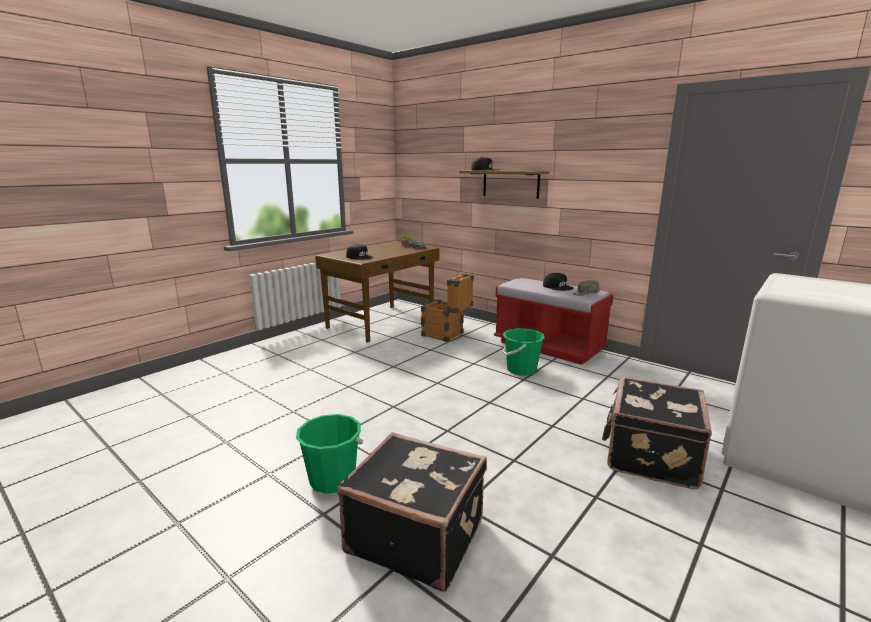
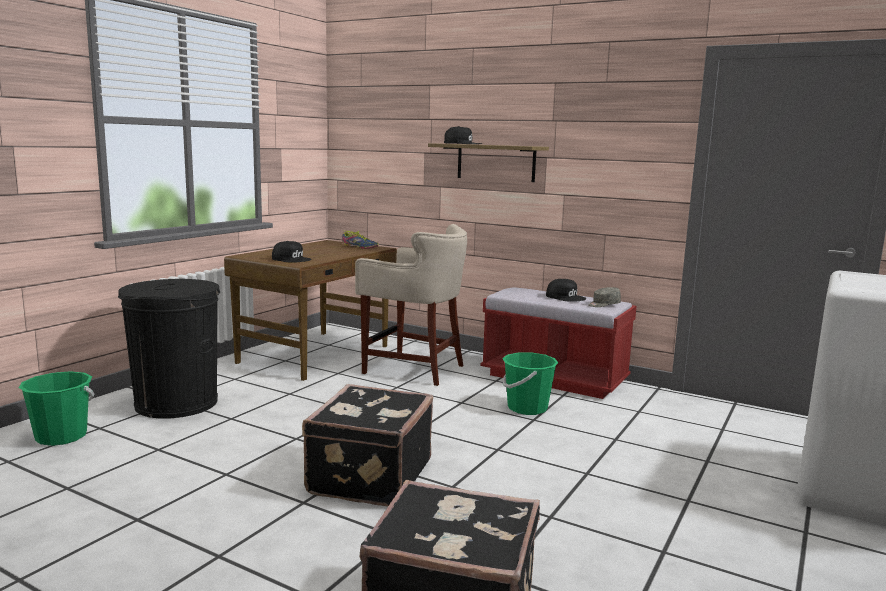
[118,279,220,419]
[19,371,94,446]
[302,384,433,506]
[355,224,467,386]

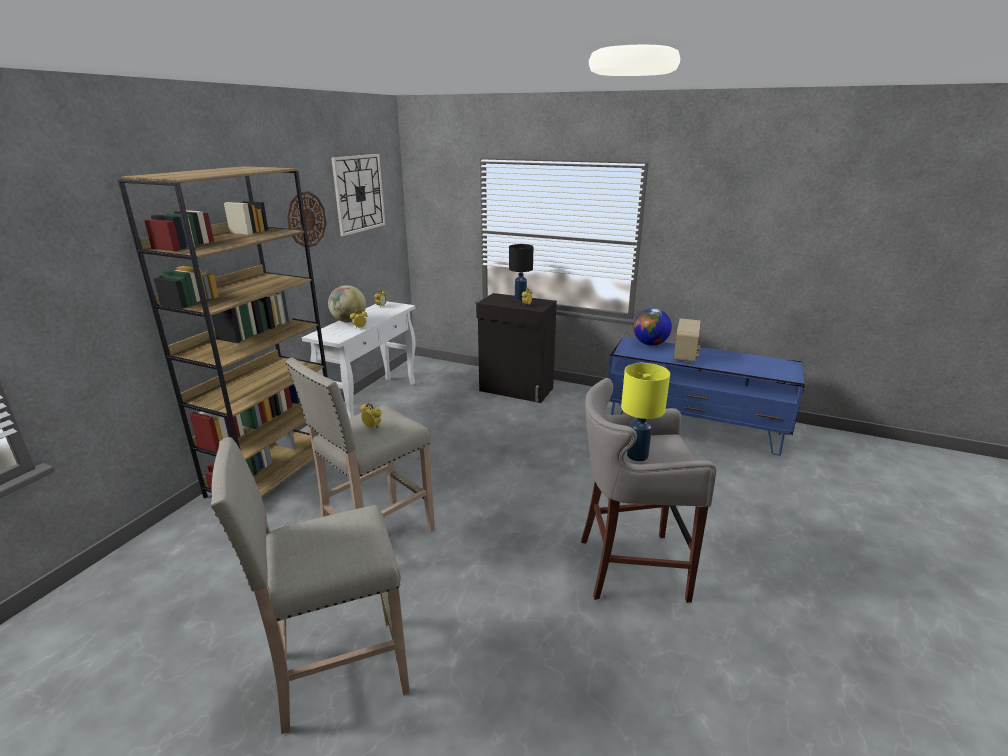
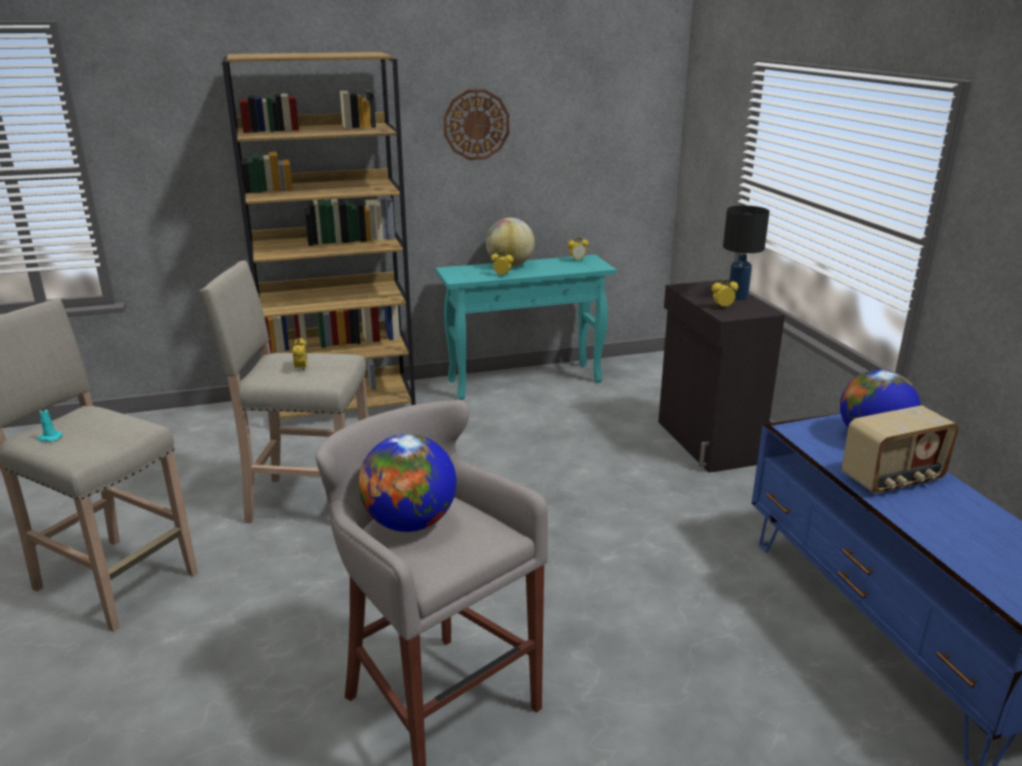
[331,154,385,236] (first image)
[37,403,63,442]
[358,434,456,532]
[436,254,616,400]

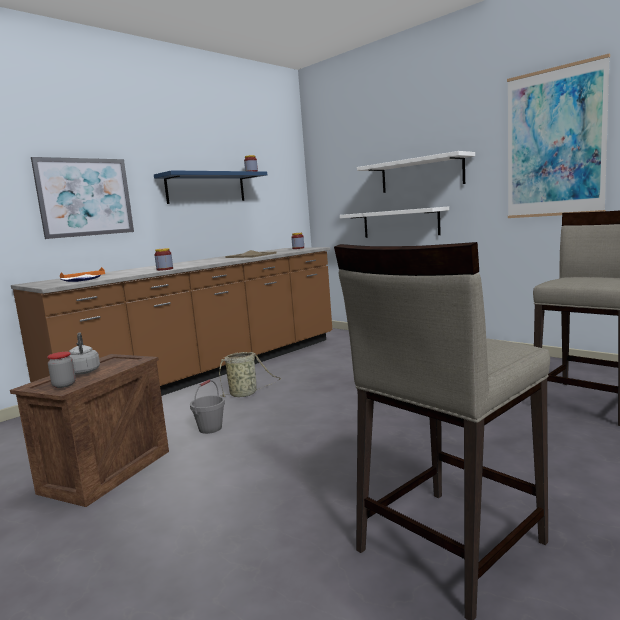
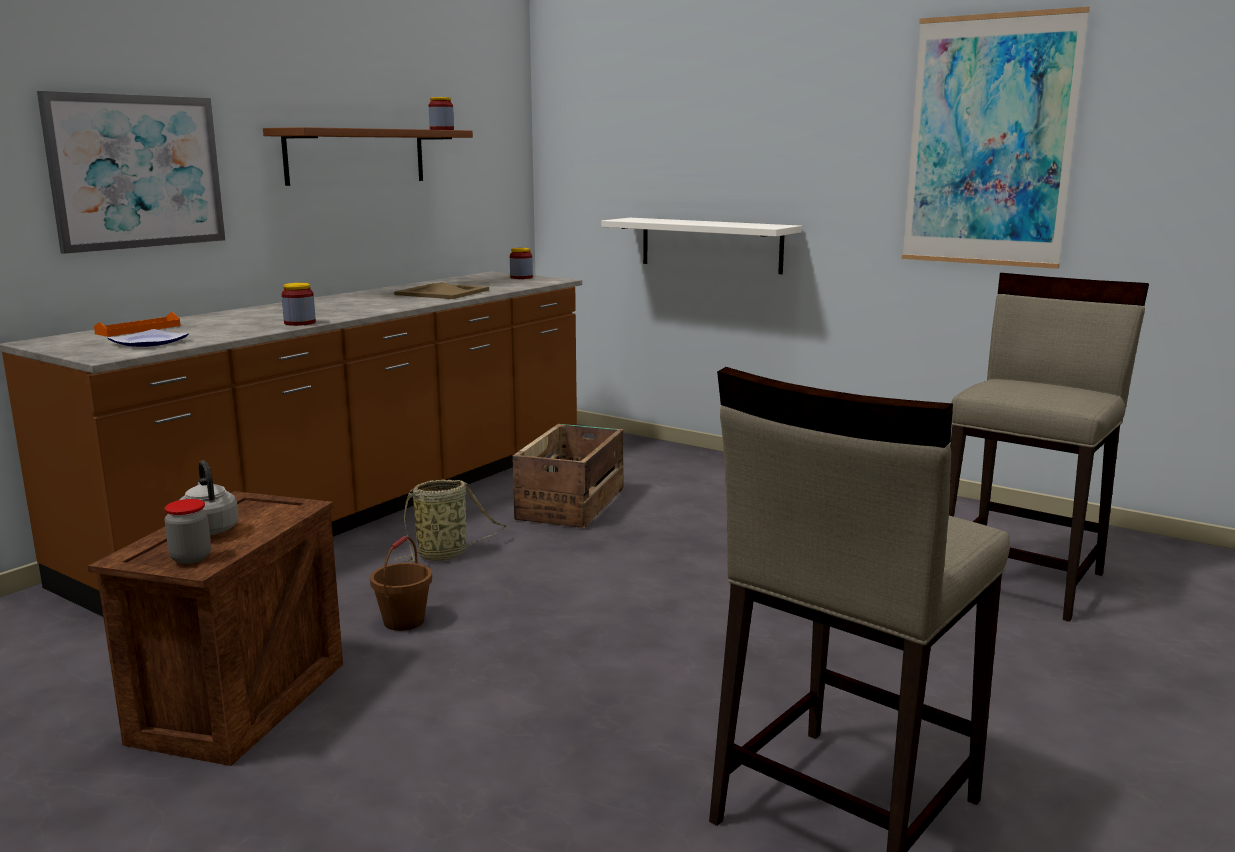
[357,151,475,193] (first image)
[512,424,623,528]
[263,127,473,186]
[370,536,432,631]

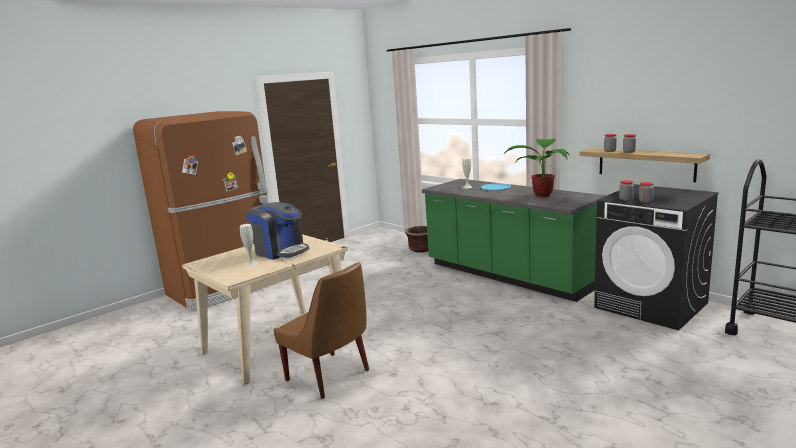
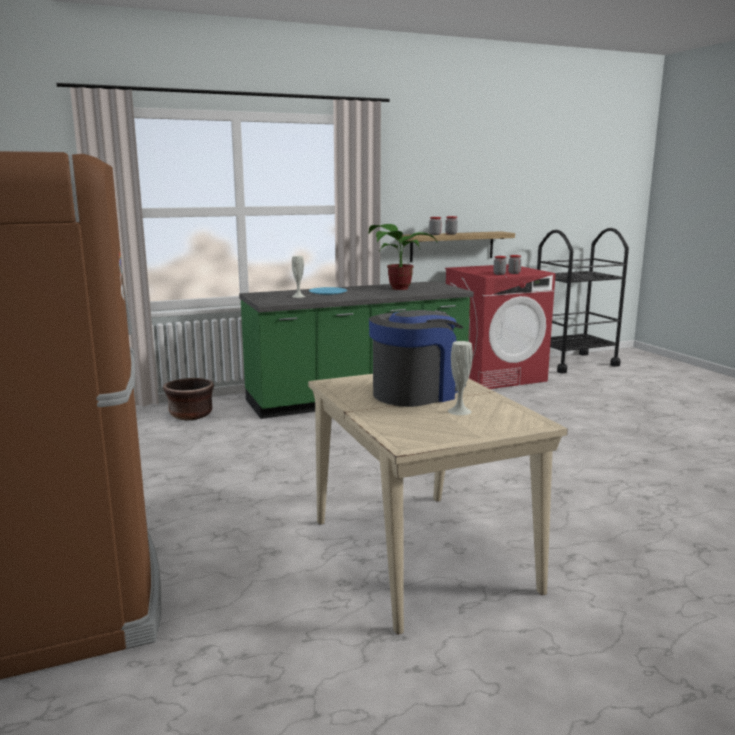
[273,262,369,399] (first image)
[445,264,556,389]

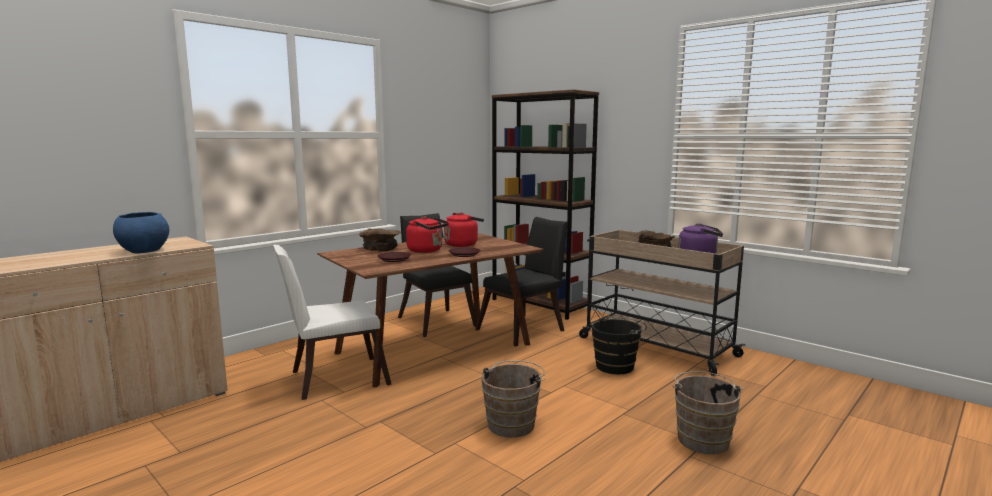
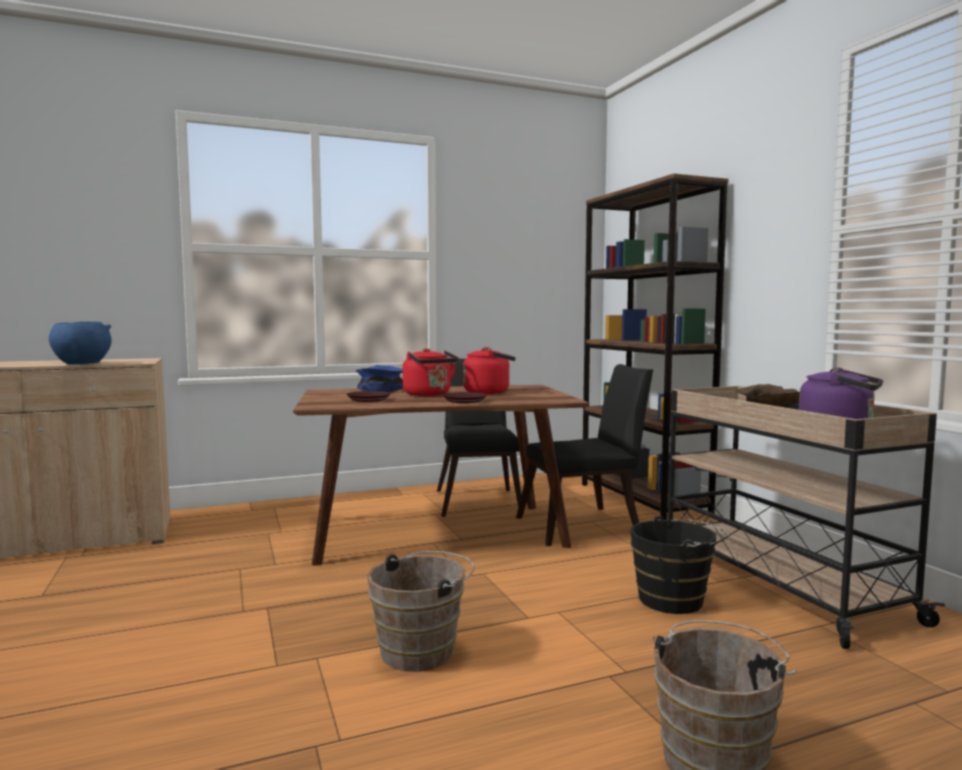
[273,245,391,400] (first image)
[355,365,403,392]

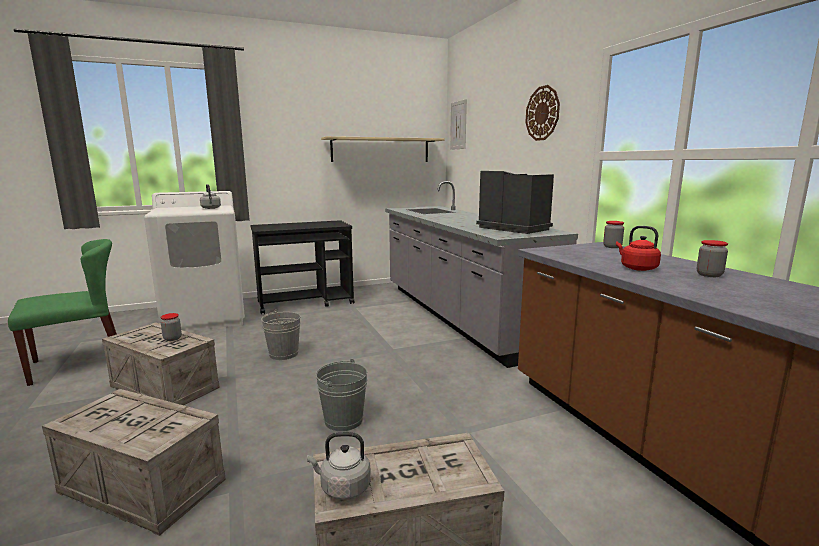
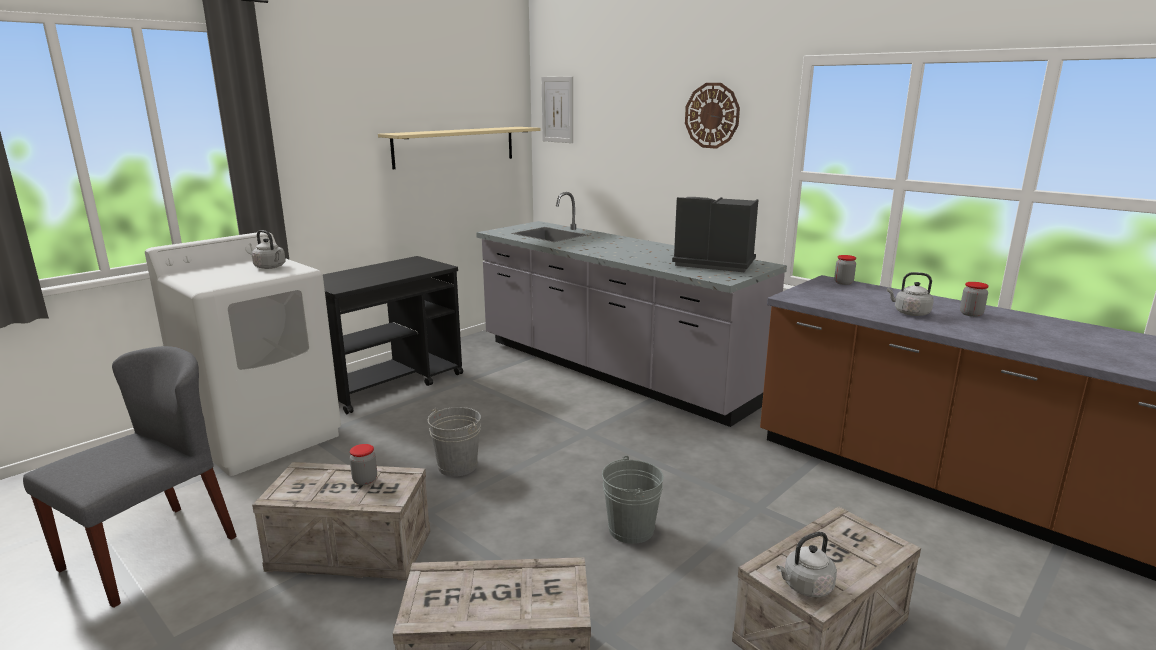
[23,346,237,608]
[887,272,934,316]

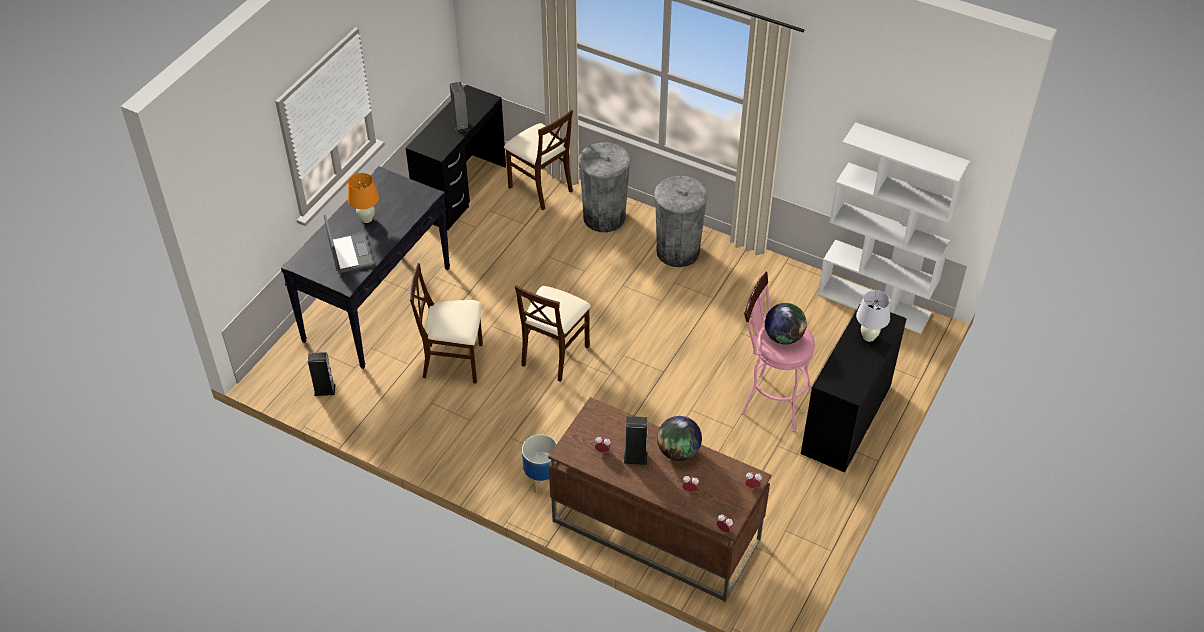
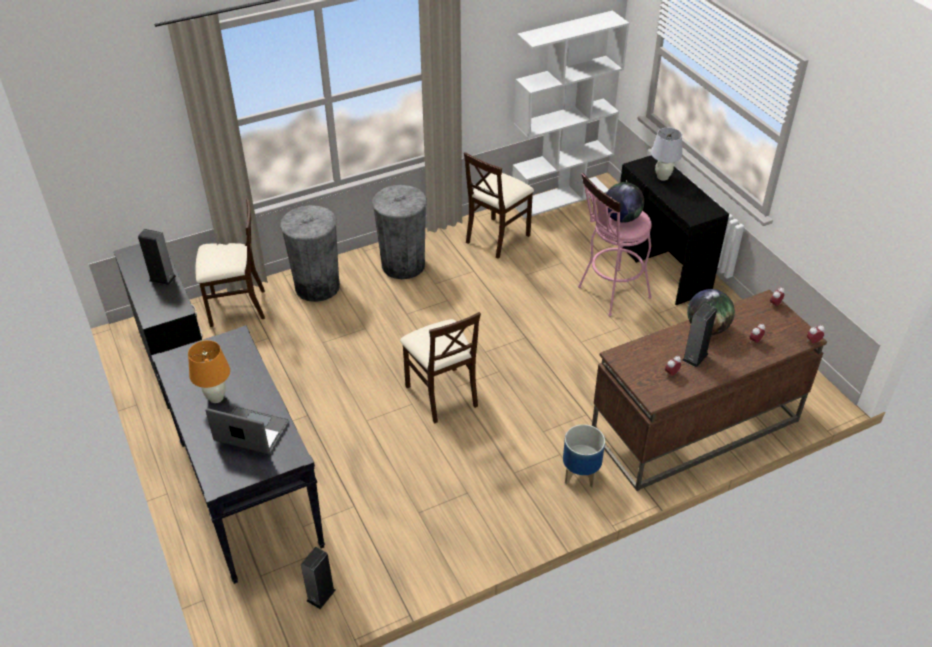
[464,152,534,259]

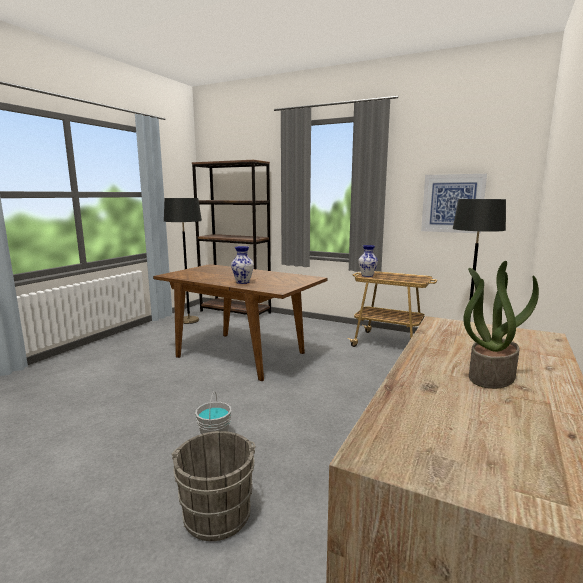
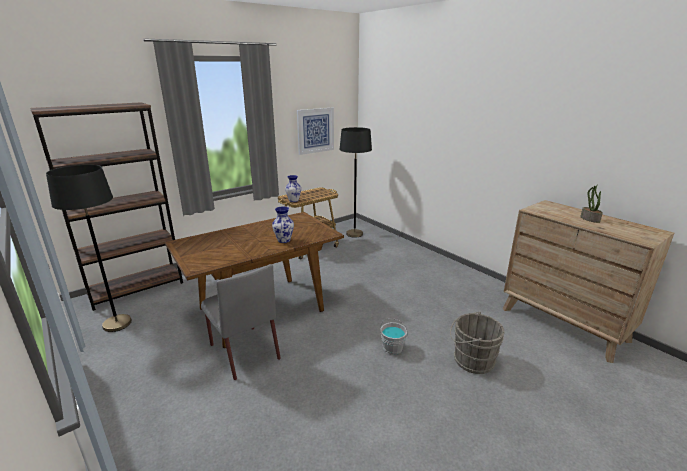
[201,264,281,380]

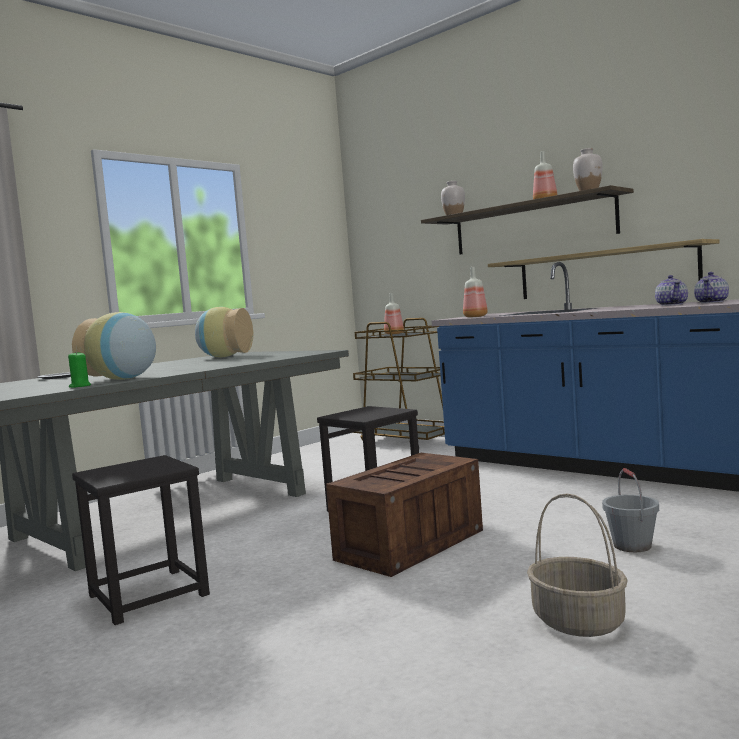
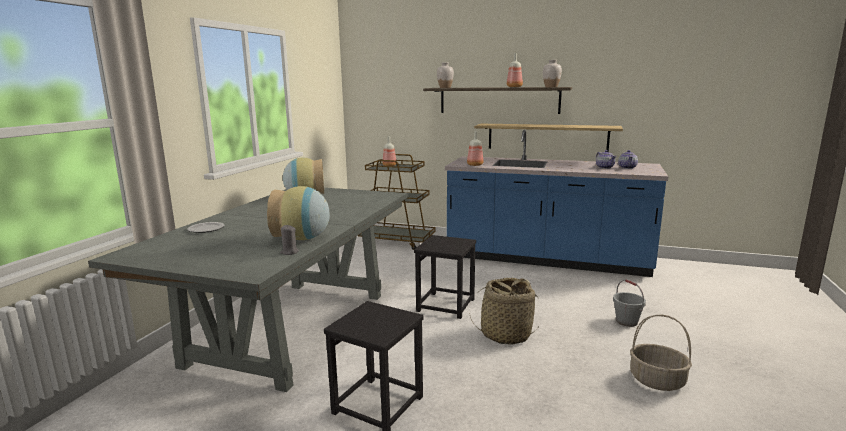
[469,278,540,345]
[280,225,299,255]

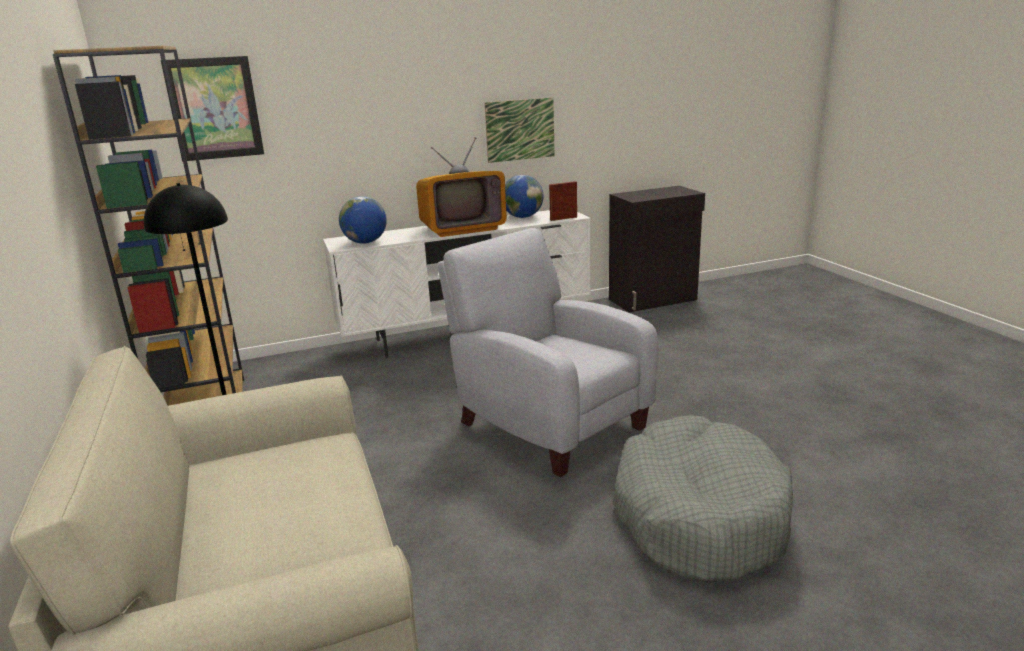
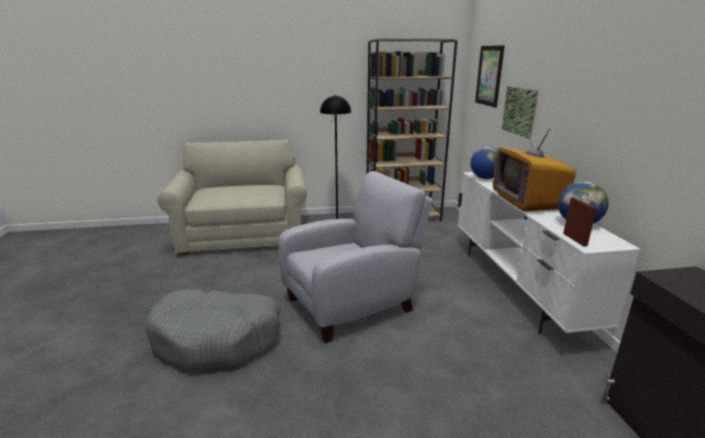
[502,86,538,139]

